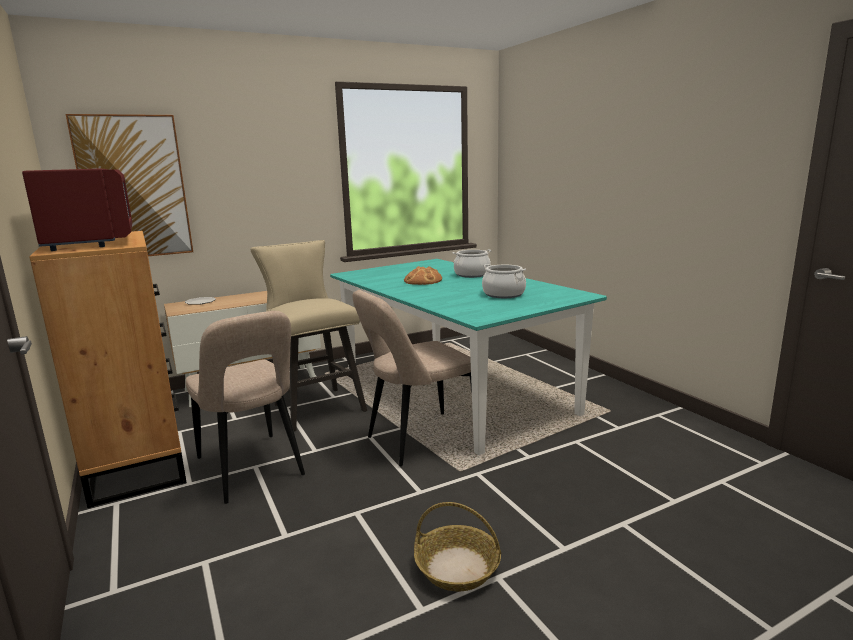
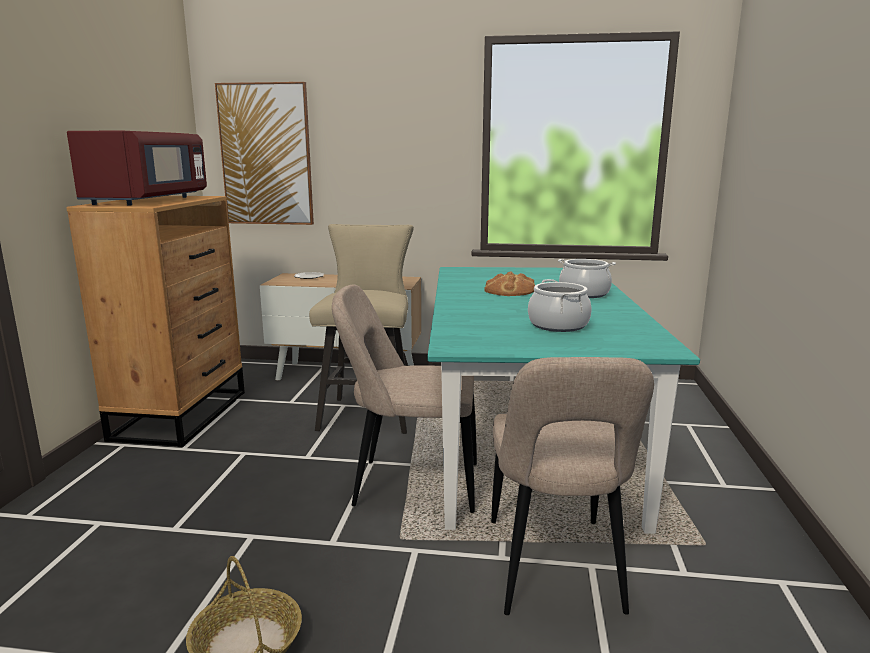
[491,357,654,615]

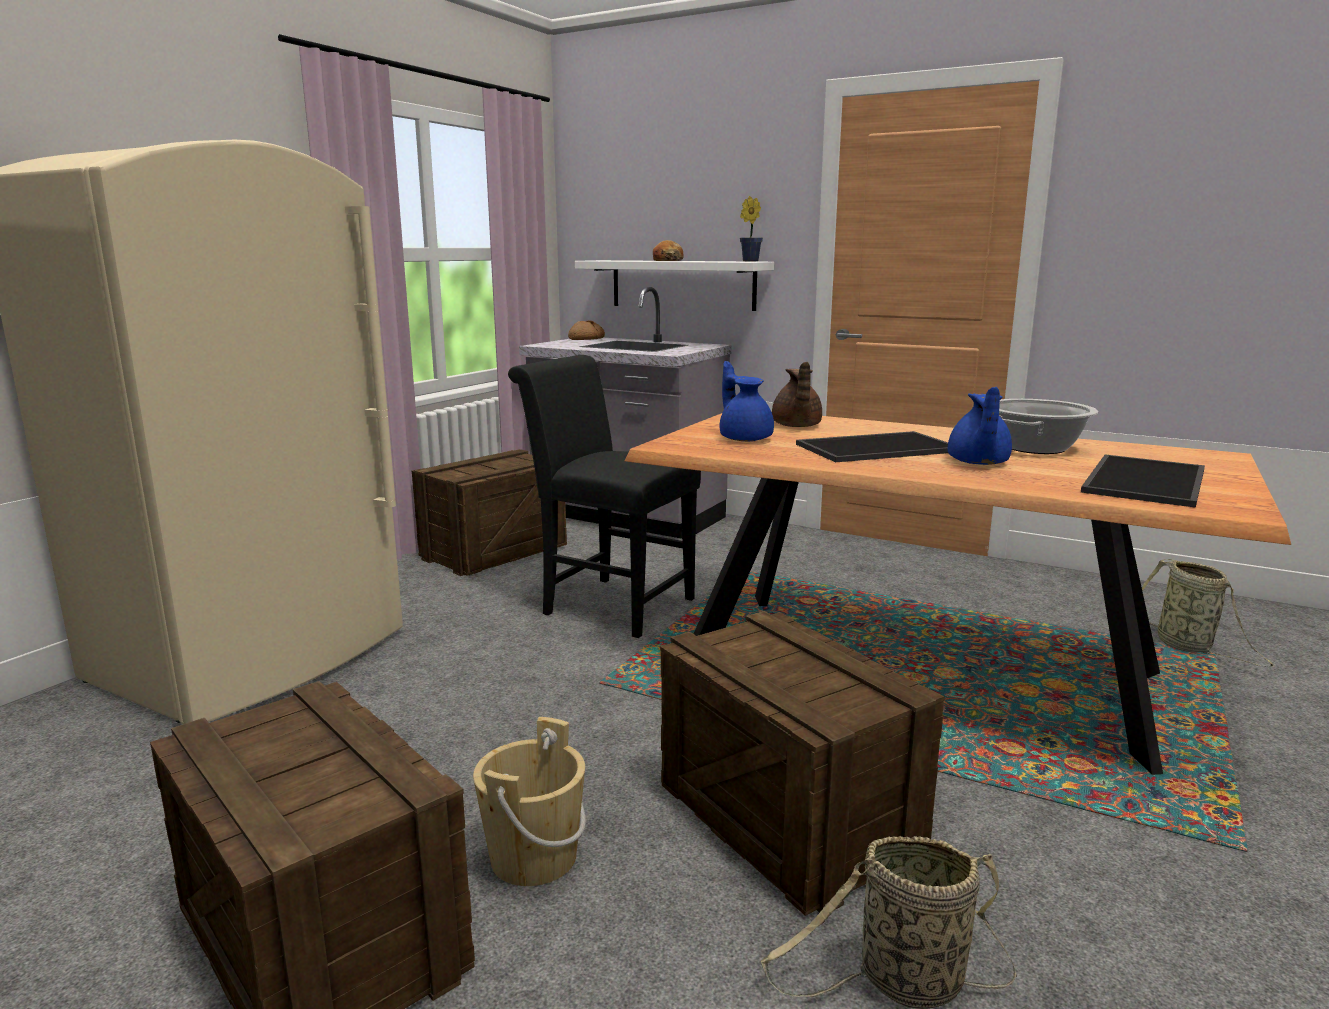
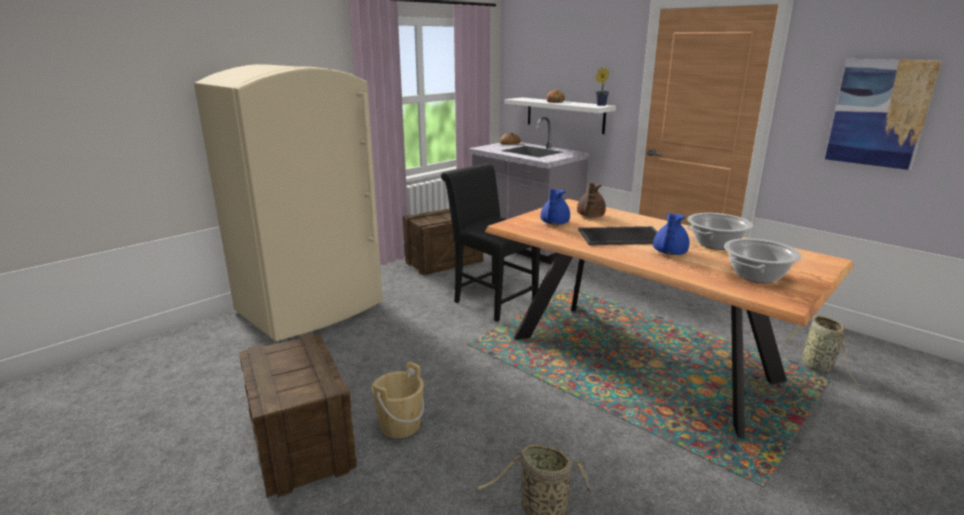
[660,611,945,916] (first image)
[825,59,942,170]
[724,238,802,283]
[540,189,570,225]

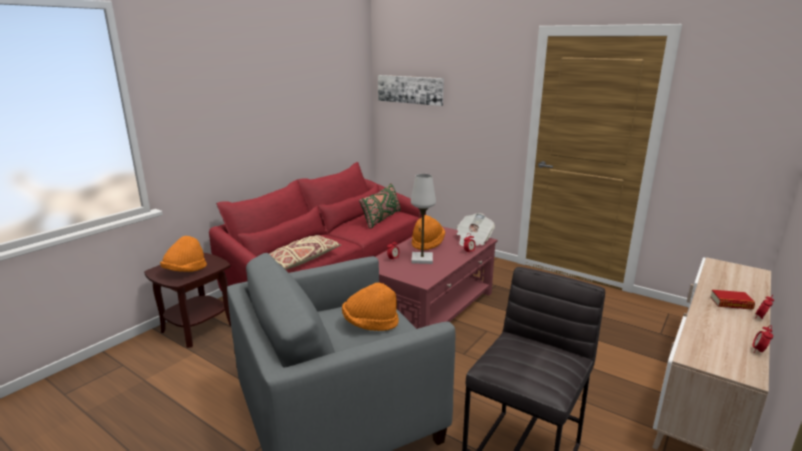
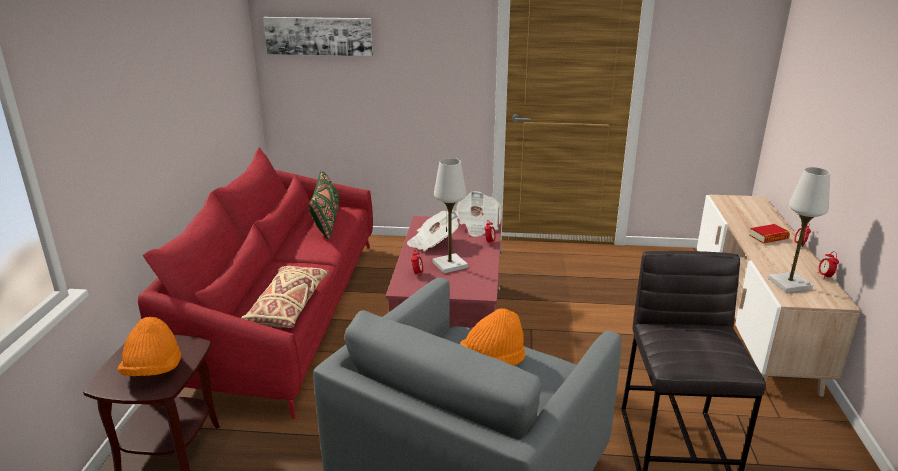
[768,167,830,293]
[407,211,459,251]

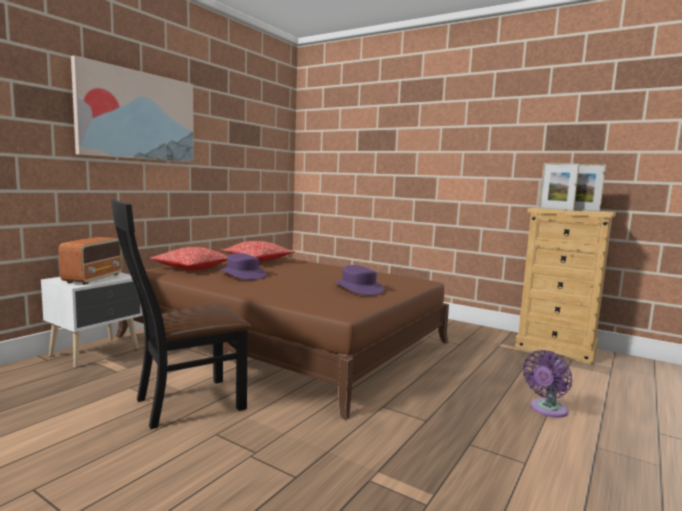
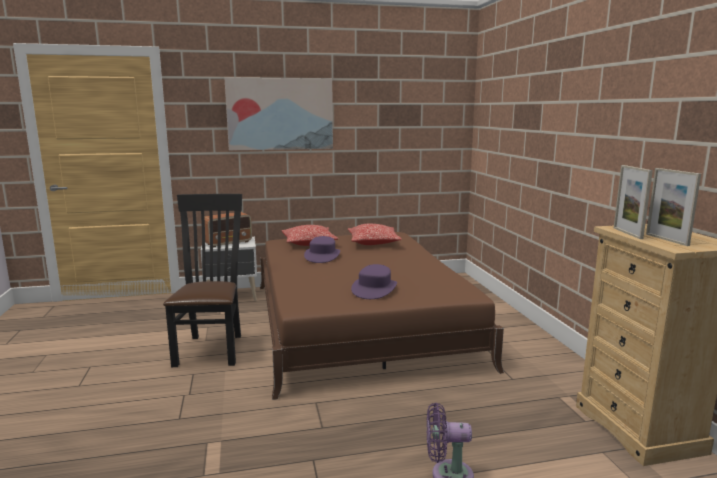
[163,194,242,367]

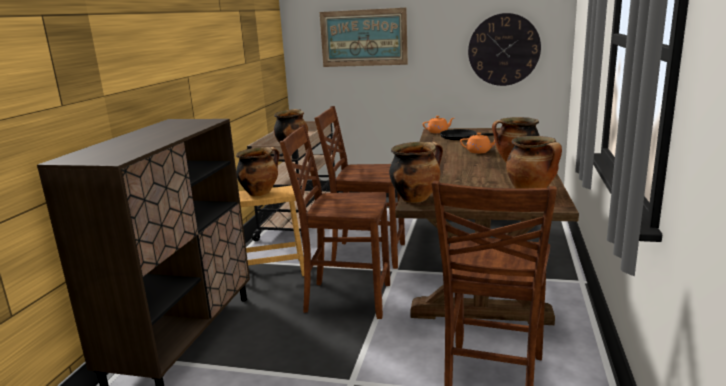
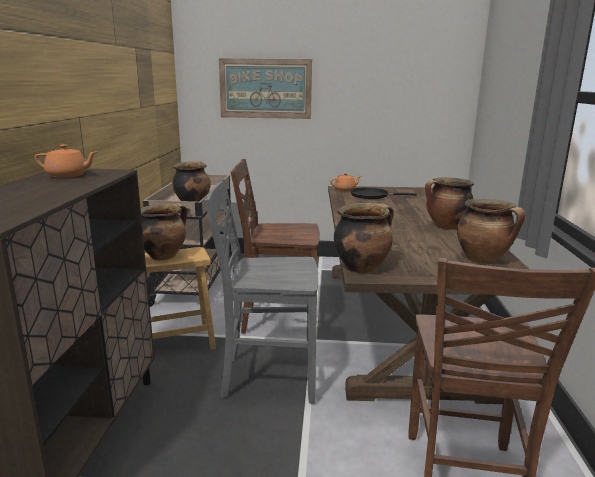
[468,13,541,86] (first image)
[35,144,97,178]
[204,179,318,404]

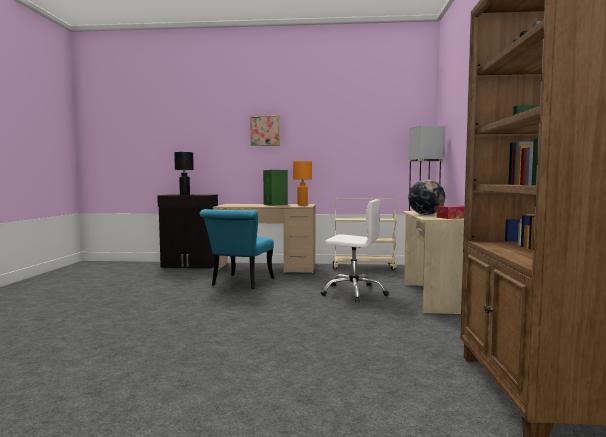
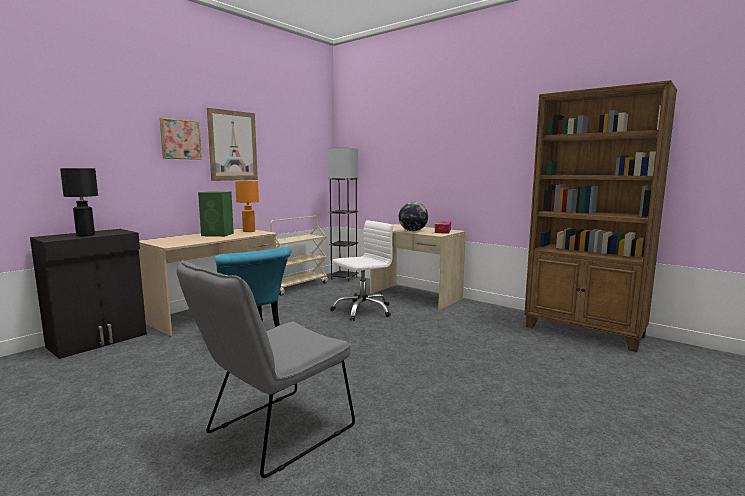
[177,260,355,478]
[207,108,258,181]

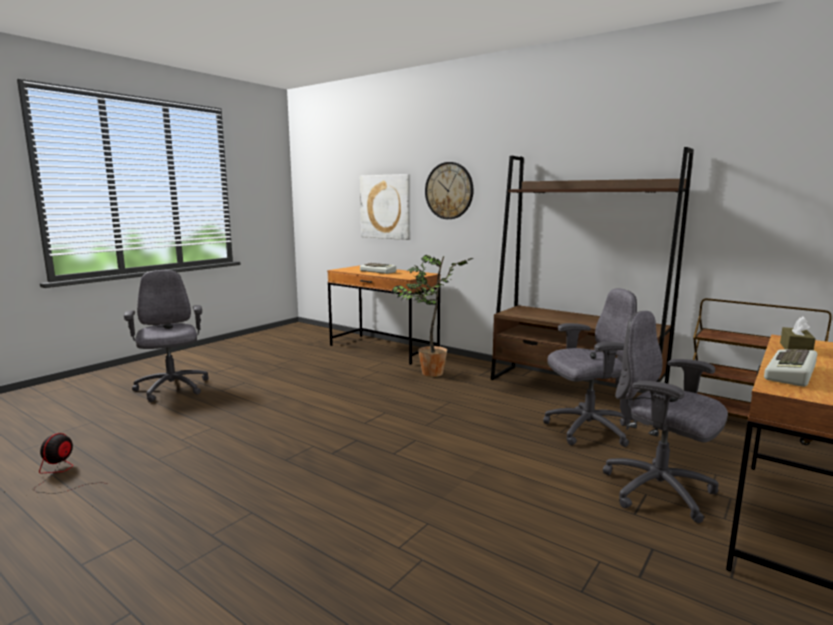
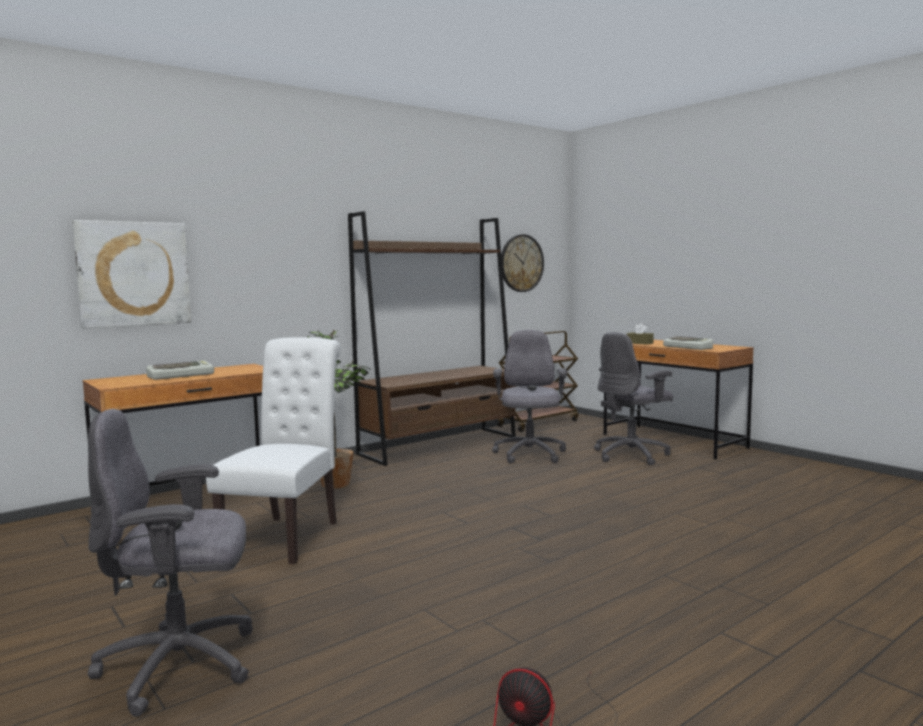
[206,337,341,564]
[501,234,544,292]

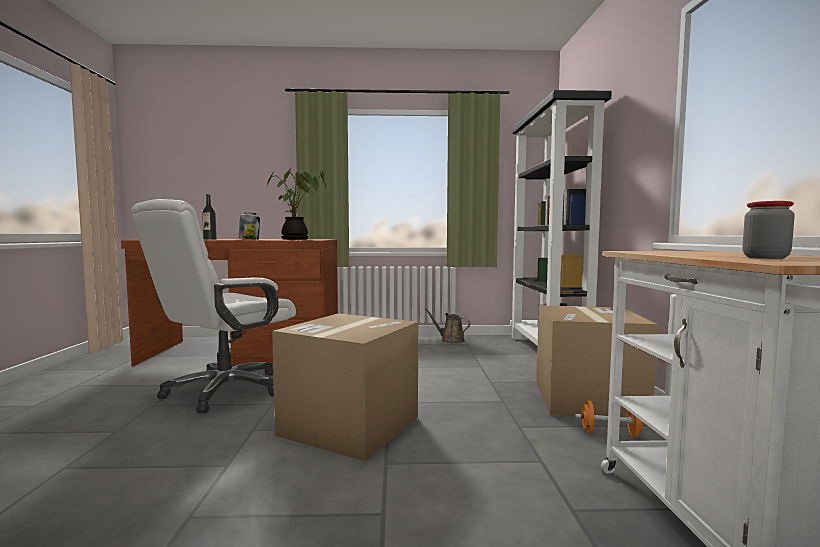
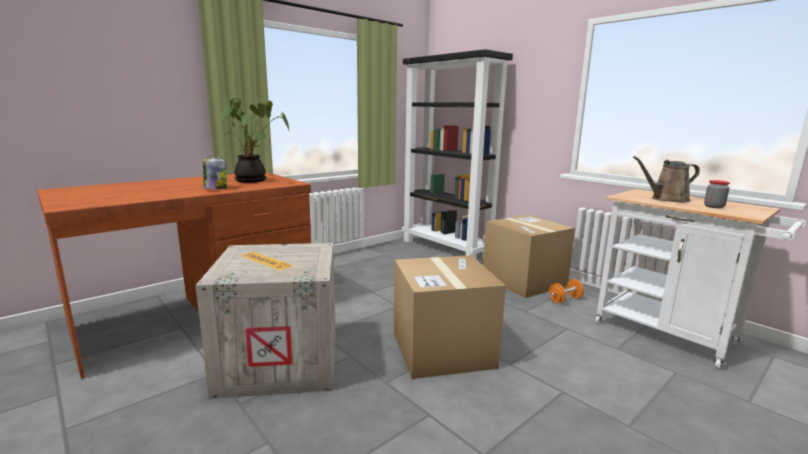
[202,194,217,240] (first image)
[633,156,700,202]
[195,243,335,399]

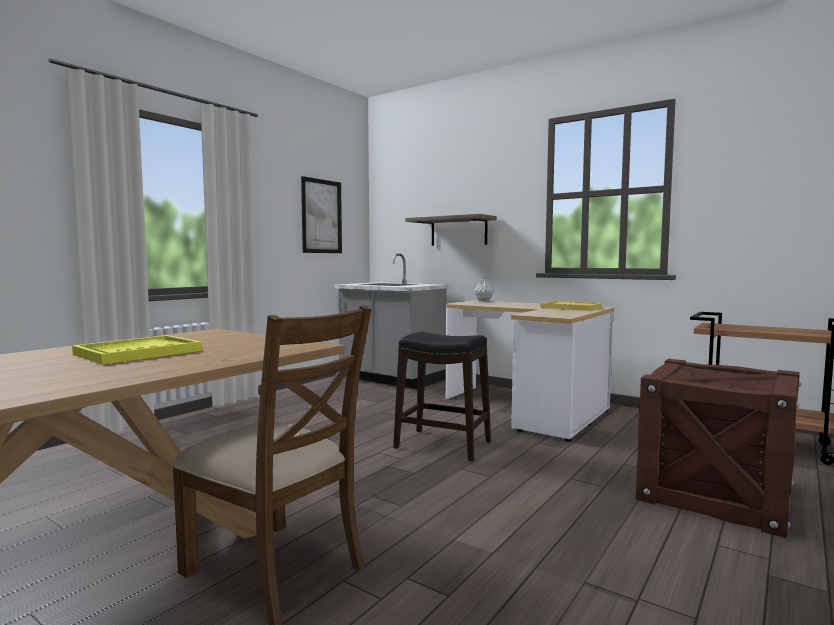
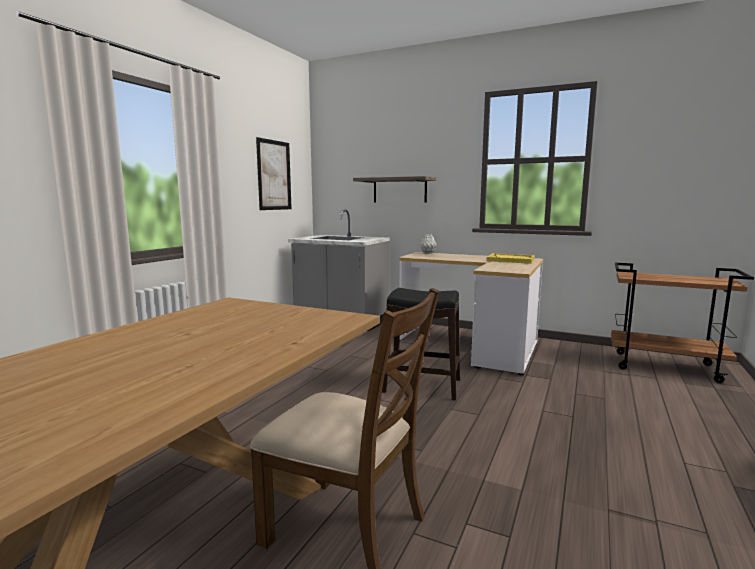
[72,335,202,365] (first image)
[636,359,802,538] (first image)

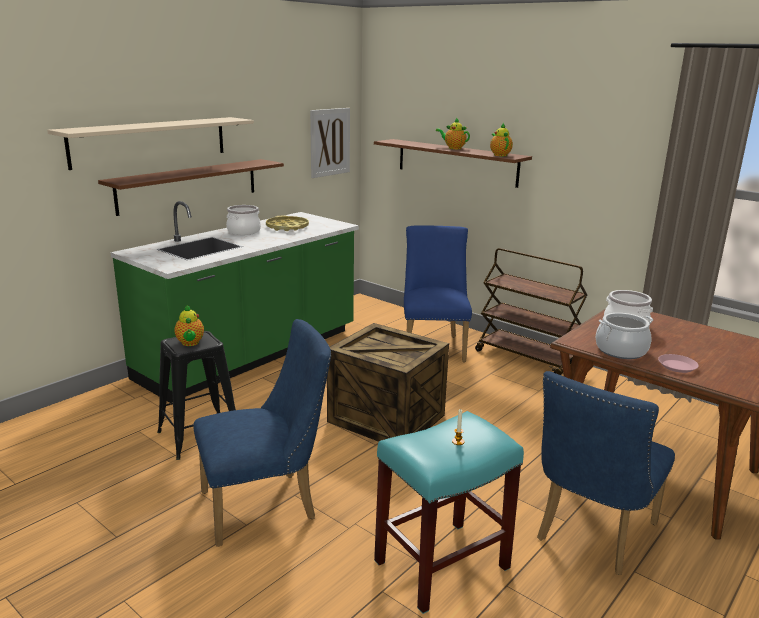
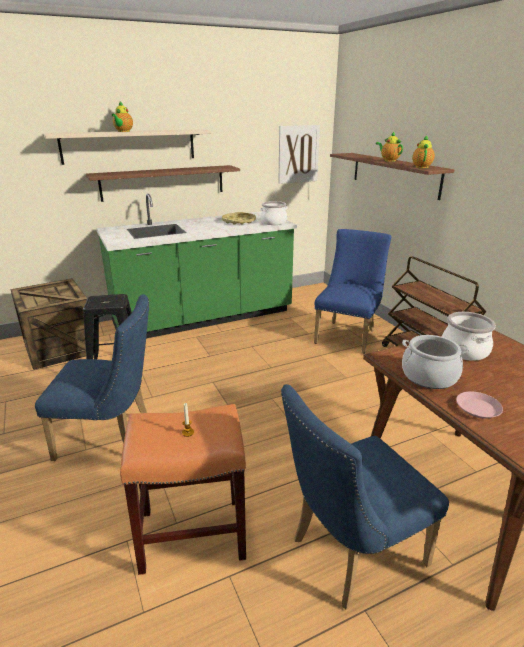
[112,101,133,132]
[260,201,288,225]
[10,278,87,370]
[120,404,246,575]

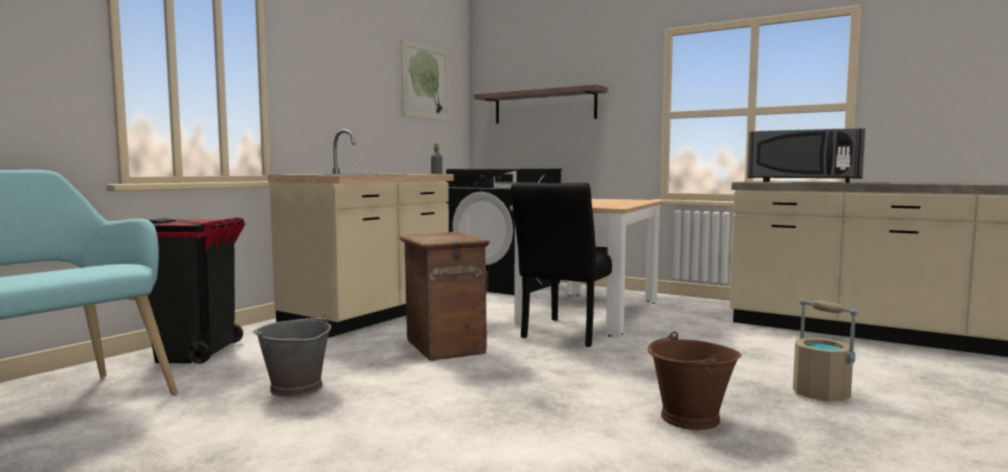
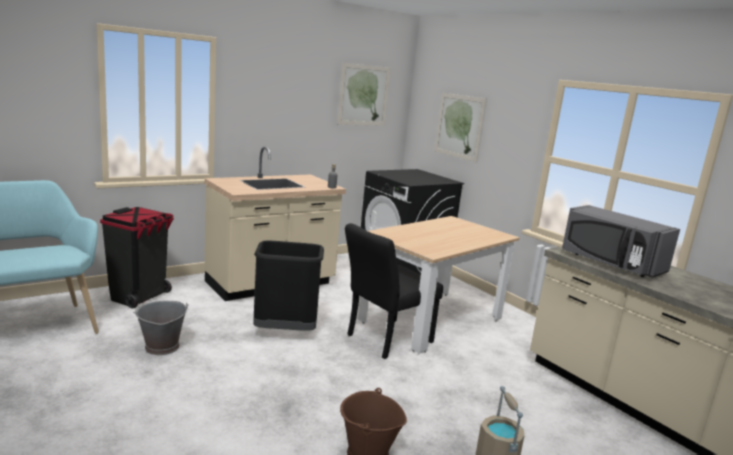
[253,240,324,331]
[434,93,487,162]

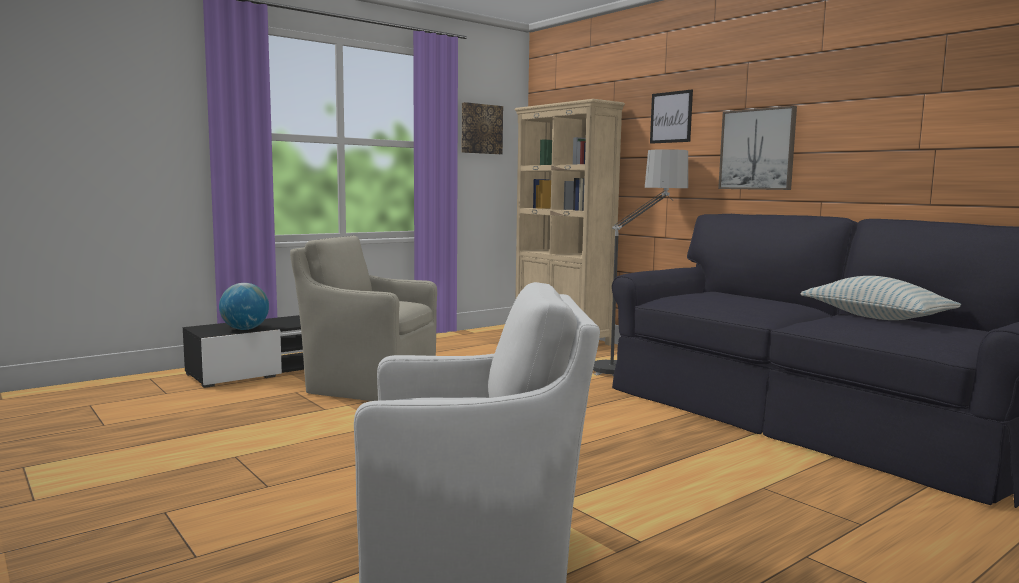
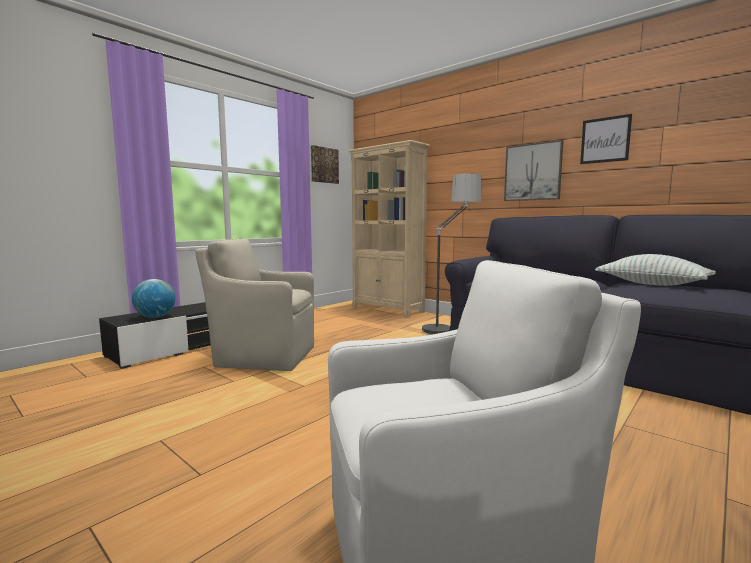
[580,114,632,164]

